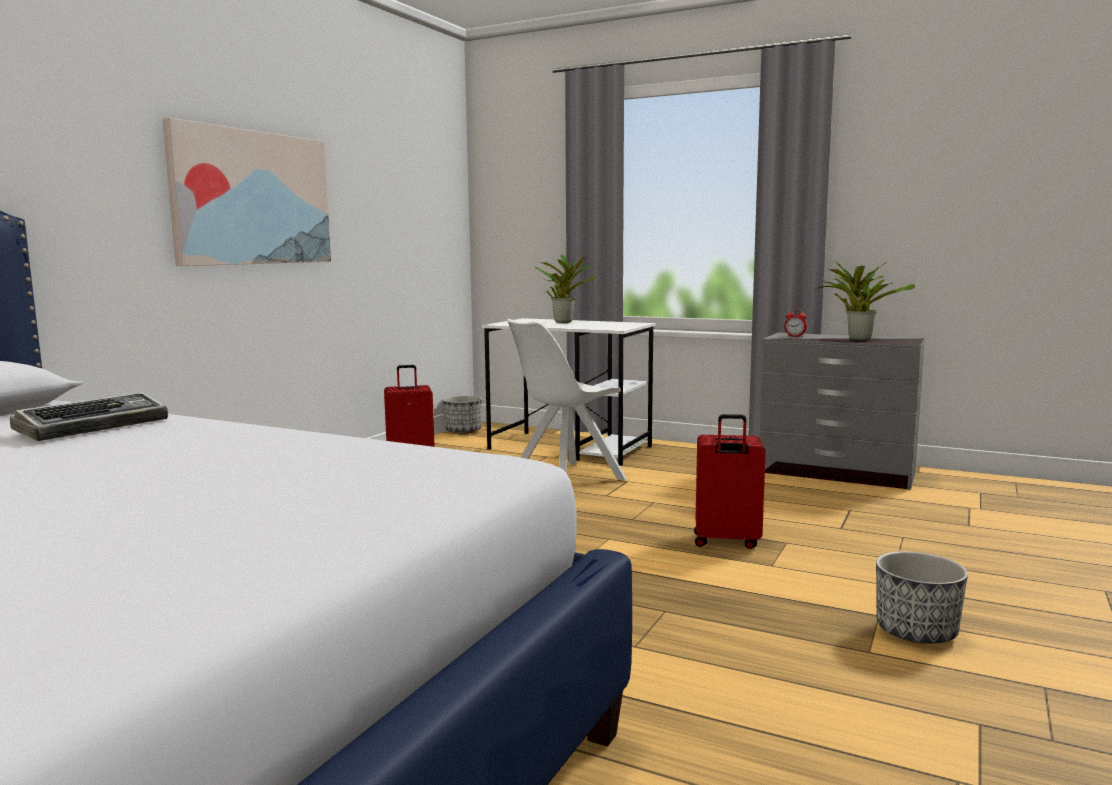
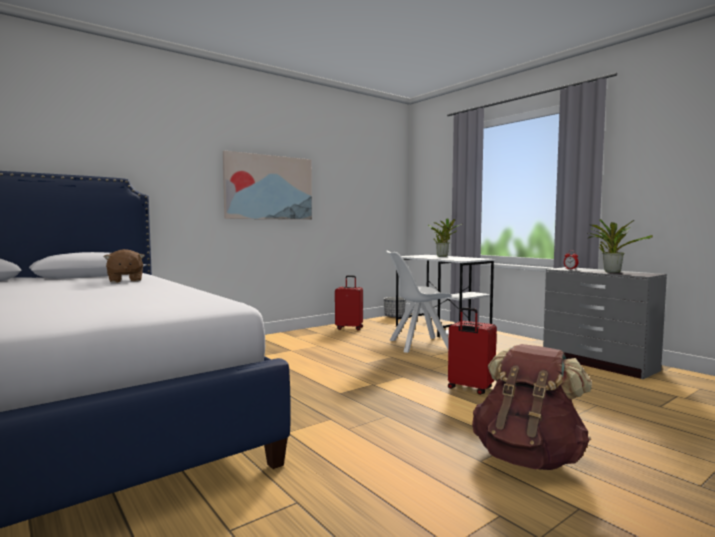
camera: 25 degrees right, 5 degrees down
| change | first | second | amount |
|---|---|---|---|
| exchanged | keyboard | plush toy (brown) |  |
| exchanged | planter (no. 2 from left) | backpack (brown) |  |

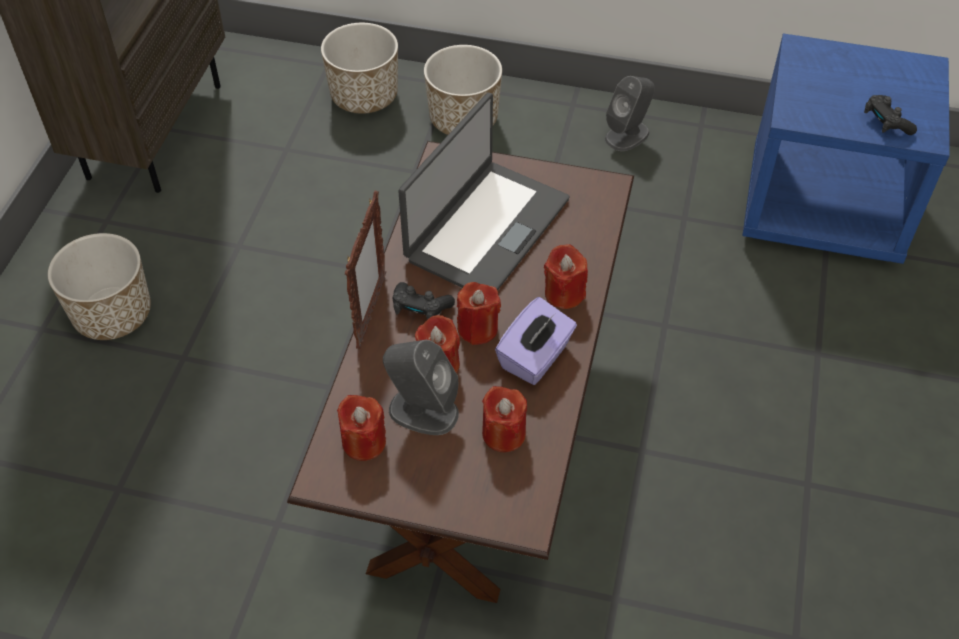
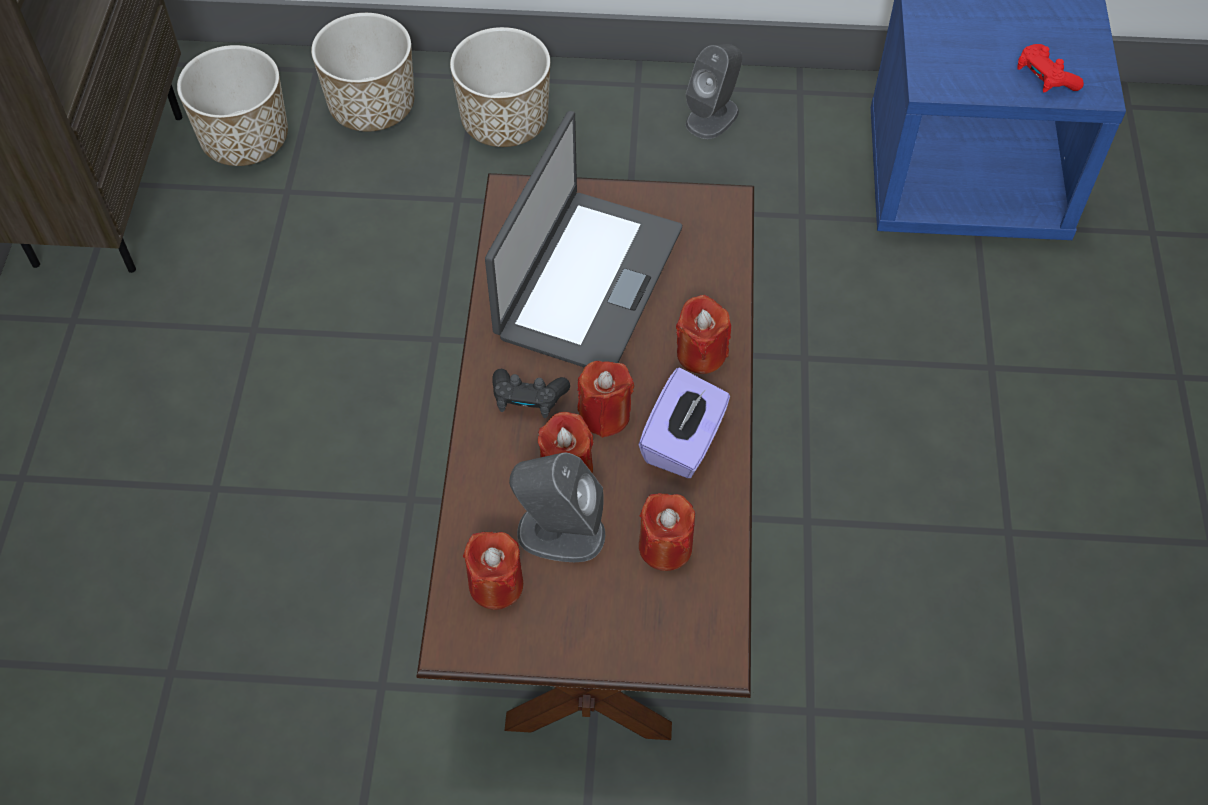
camera: 10 degrees left, 5 degrees up
| change | first | second | amount |
|---|---|---|---|
| relocated | planter (no. 1 from left) |  |  |
| missing | picture frame |  |  |
| colour | game controller (black) (no. 2 from left) | game controller (red) |  |

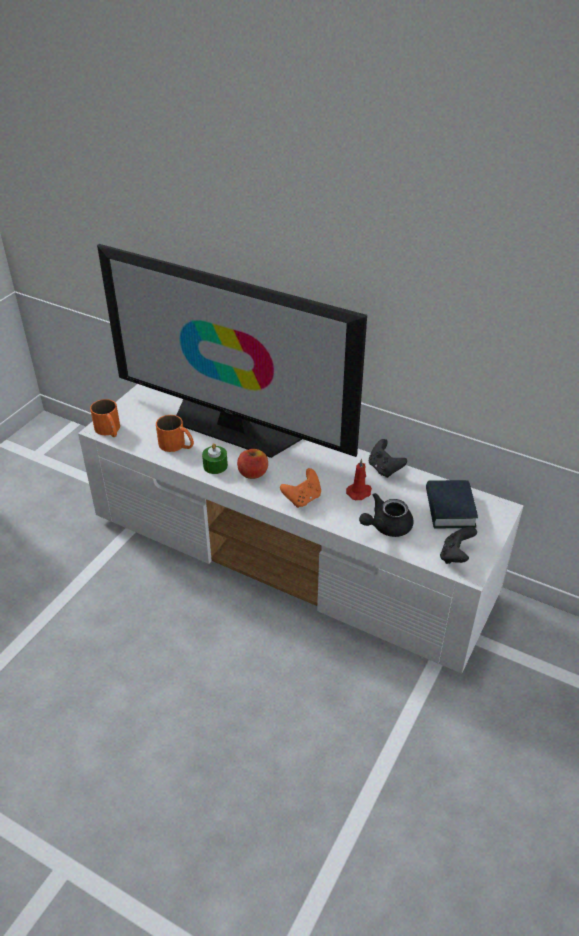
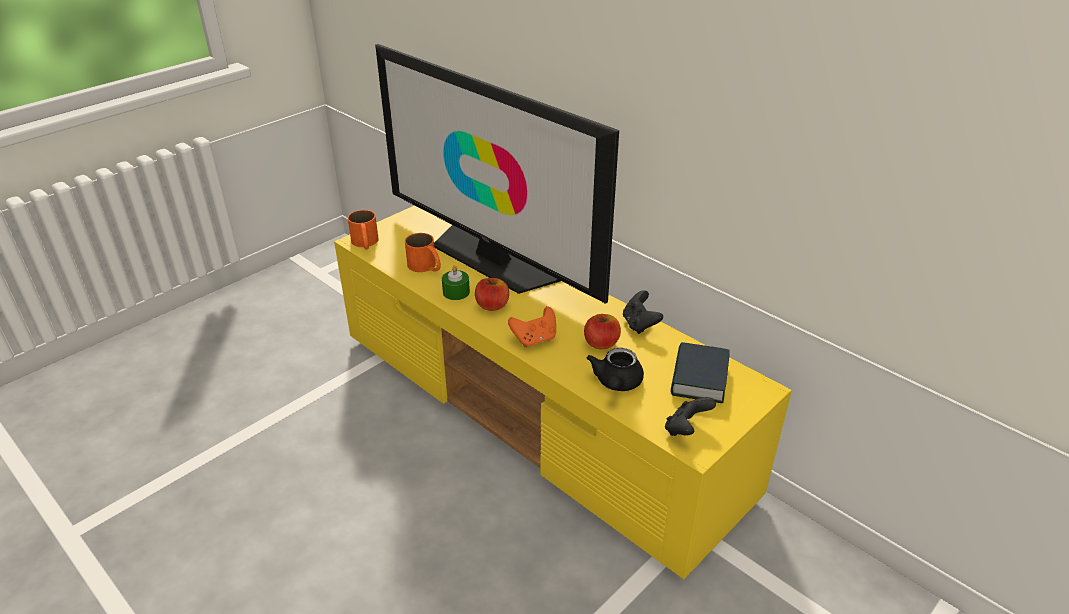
camera: 15 degrees right, 5 degrees down
| change | first | second | amount |
|---|---|---|---|
| colour | tv stand (white) | tv stand (yellow) |  |
| exchanged | candle (red) | apple (no. 2 from left) |  |
| spun | teapot (black) |  | 60 degrees counterclockwise |

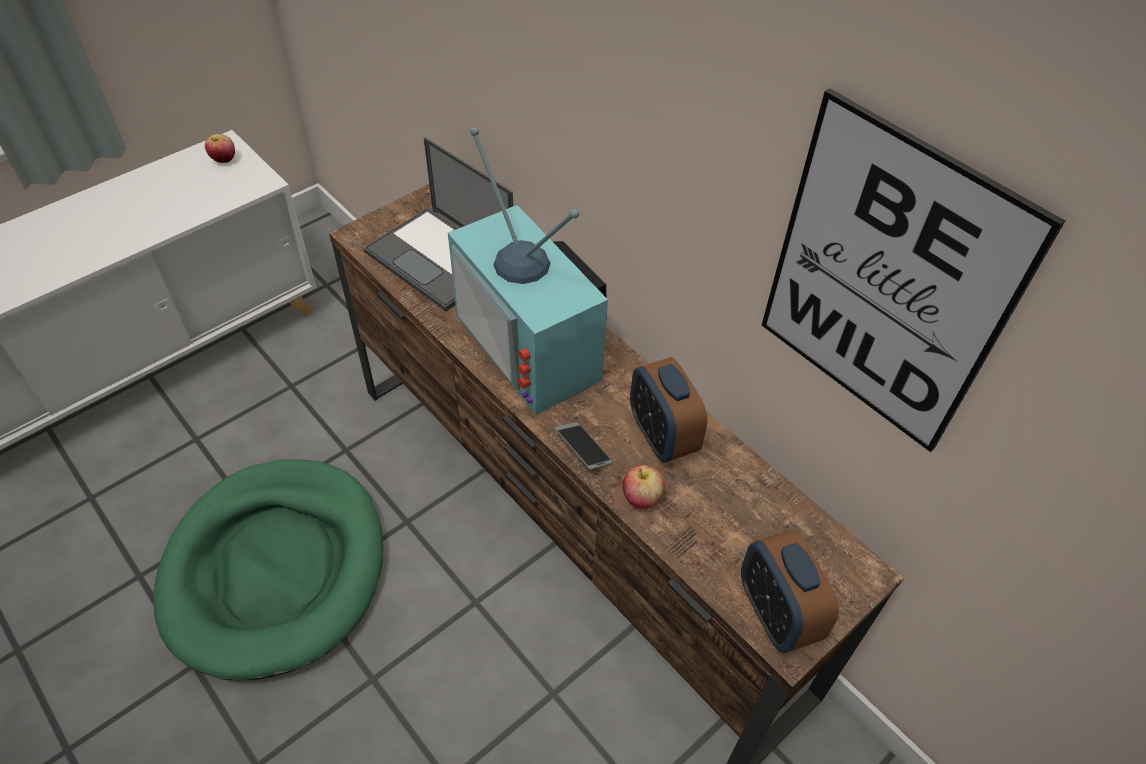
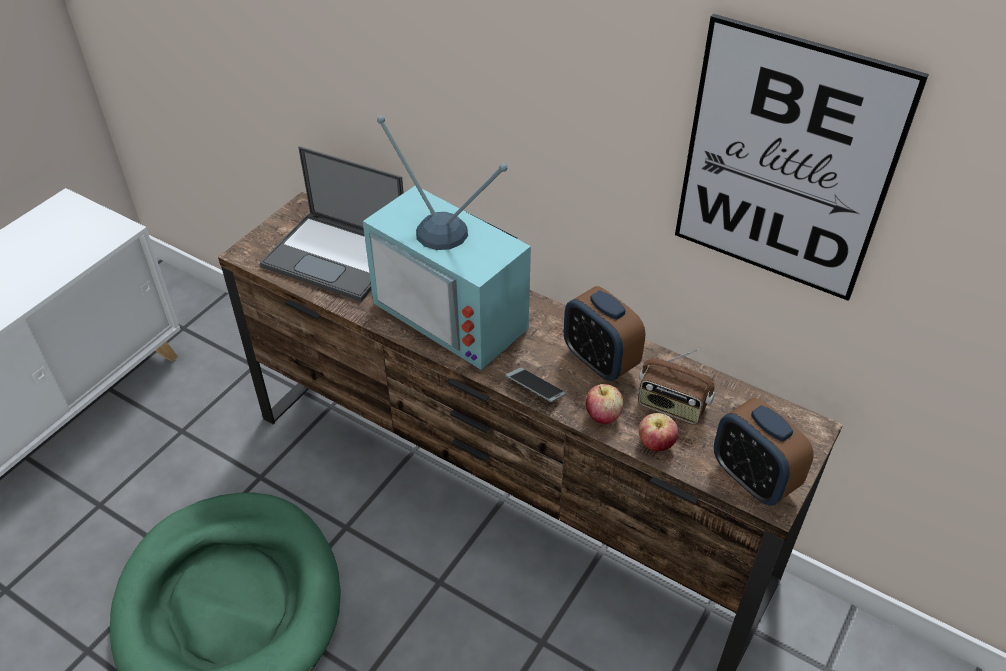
camera: 15 degrees left, 5 degrees down
| change | first | second | amount |
|---|---|---|---|
| relocated | apple (no. 1 from left in the first image) | apple (no. 2 from left) |  |
| appeared |  | radio |  |

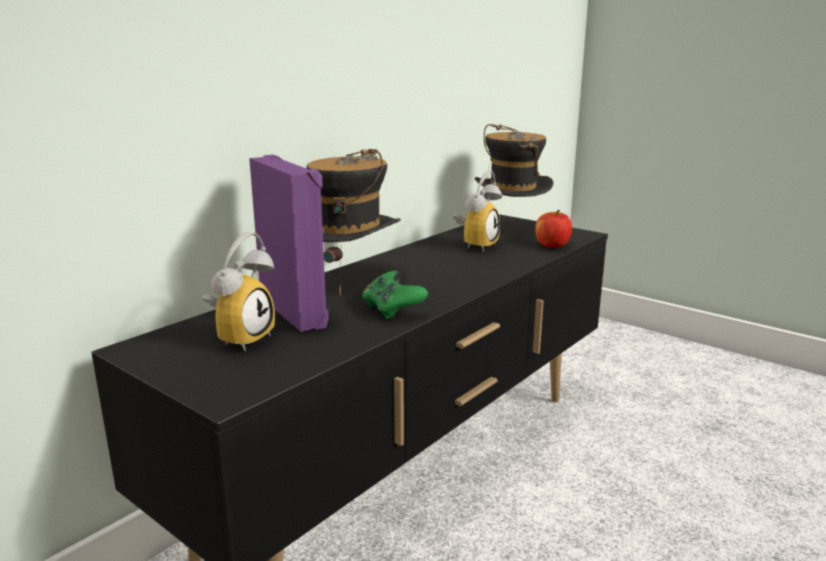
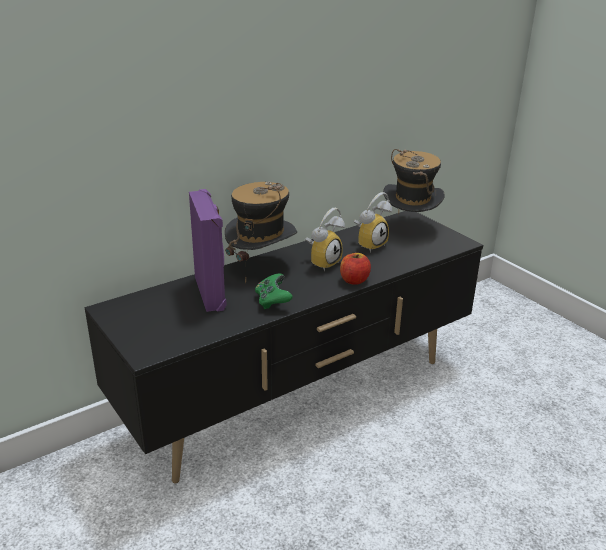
camera: 15 degrees right, 10 degrees up
| change | first | second | amount |
|---|---|---|---|
| relocated | alarm clock (no. 1 from left) |  |  |
| relocated | apple |  |  |

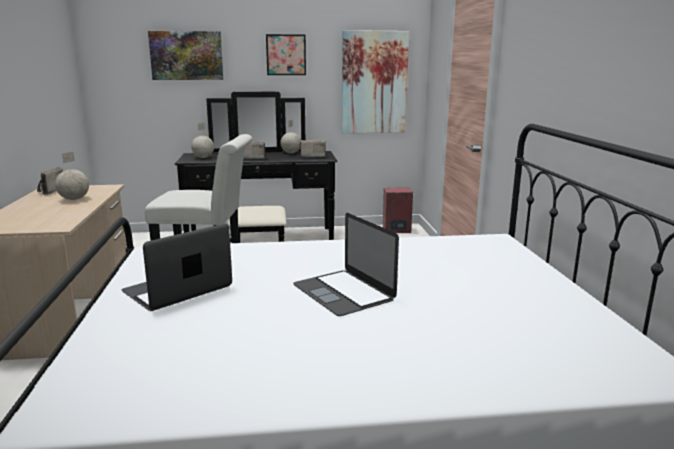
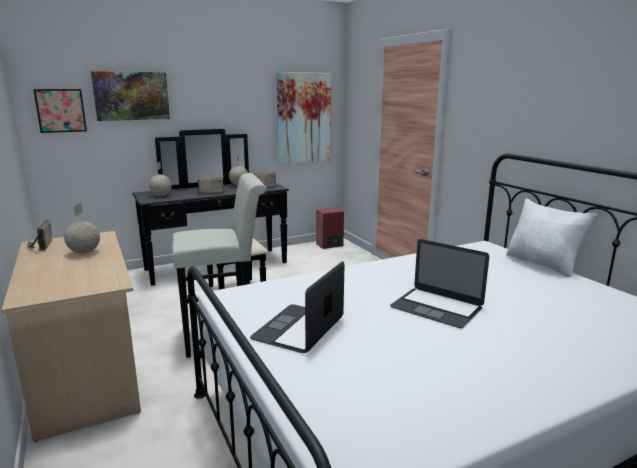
camera: 20 degrees left, 0 degrees up
| change | first | second | amount |
|---|---|---|---|
| relocated | picture (no. 2 from left in the first image) | picture (no. 1 from left) |  |
| appeared |  | pillow (white) |  |

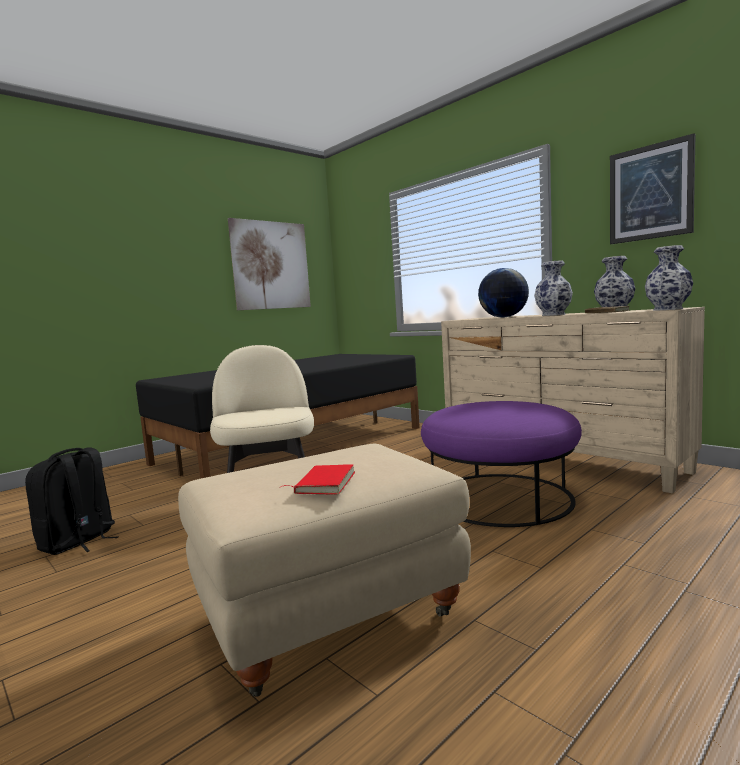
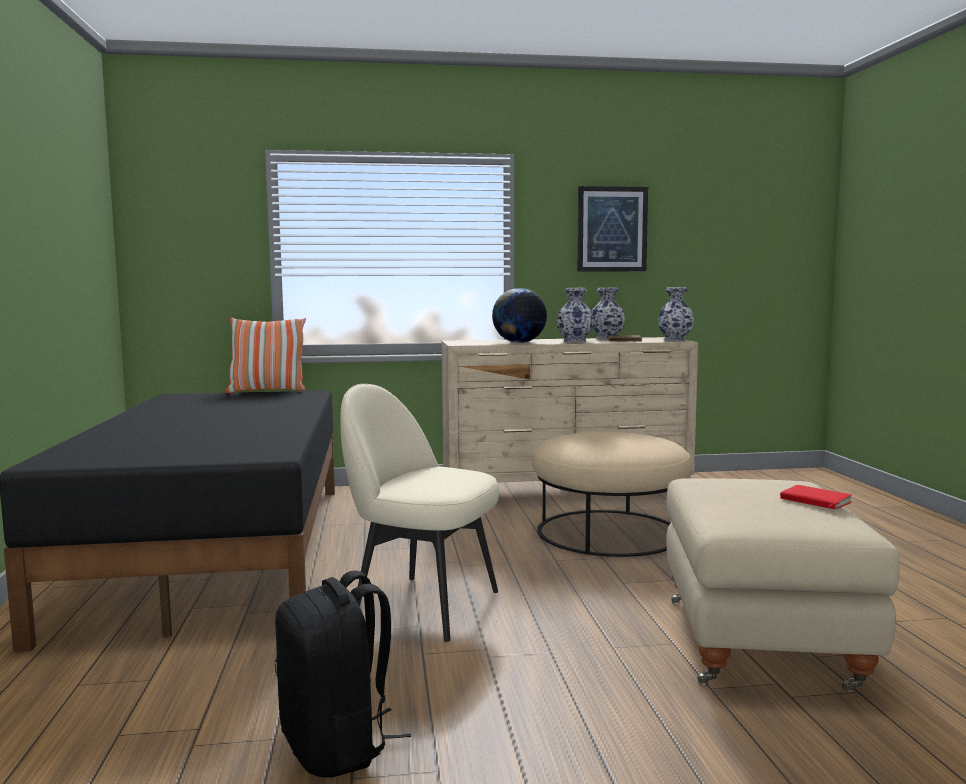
camera: 55 degrees left, 0 degrees up
| change | first | second | amount |
|---|---|---|---|
| missing | picture (no. 1 from left) |  |  |
| colour | ottoman (purple) | ottoman (beige) (no. 1 from left) |  |
| appeared |  | pillow |  |

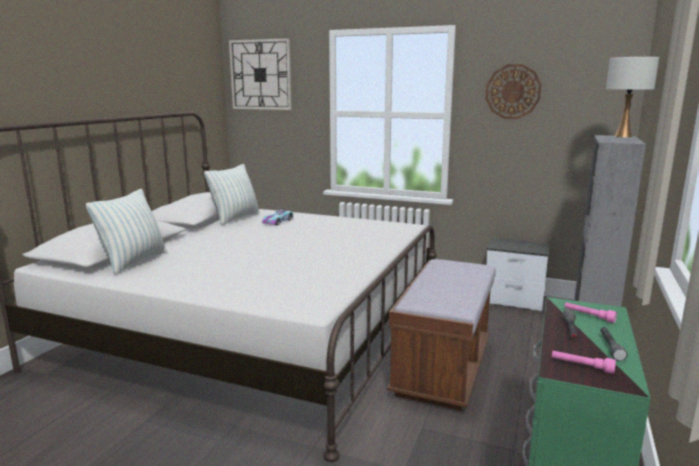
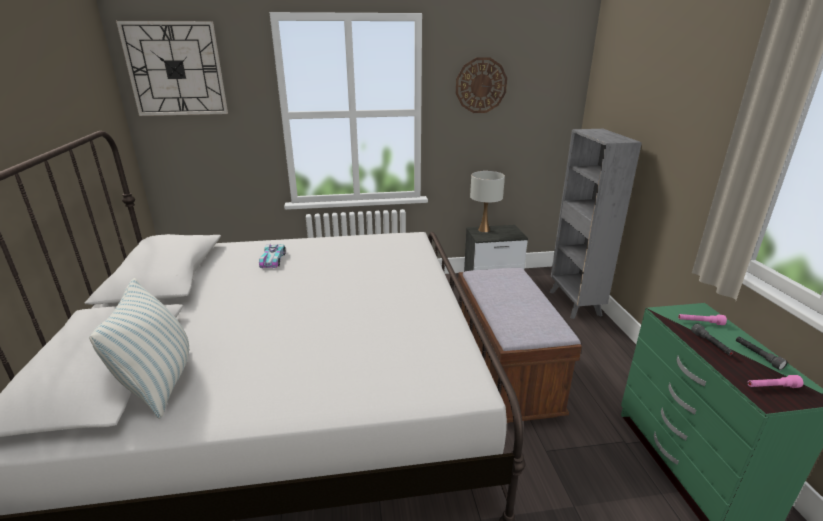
camera: 30 degrees left, 10 degrees up
| change | first | second | amount |
|---|---|---|---|
| missing | pillow (no. 2 from left) |  |  |
| relocated | table lamp (white) |  |  |

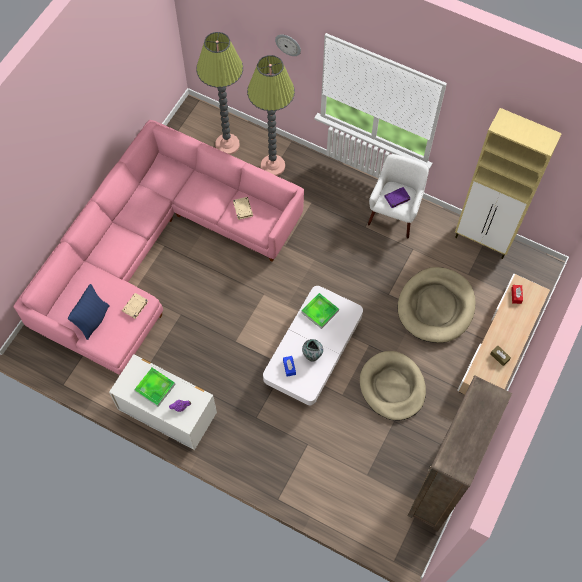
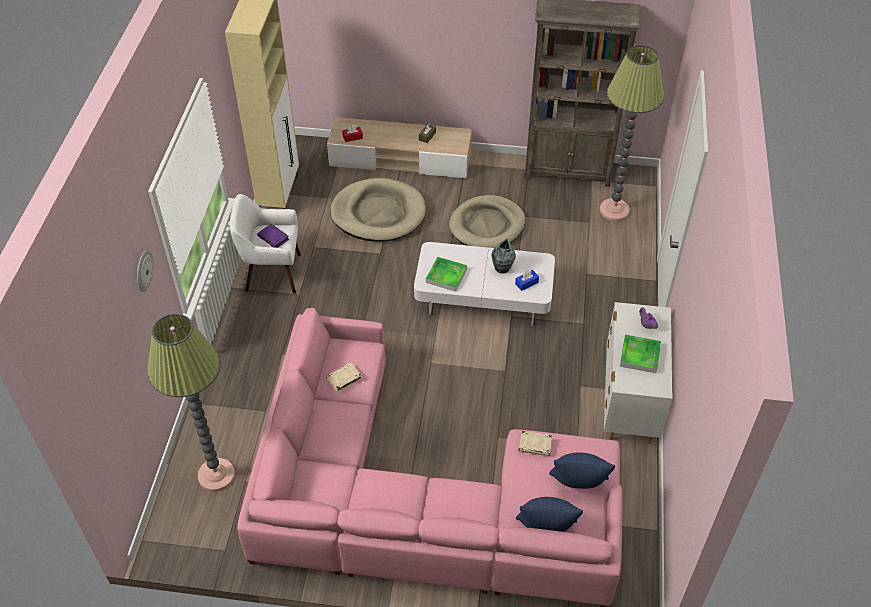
camera: 110 degrees left, 15 degrees down
| change | first | second | amount |
|---|---|---|---|
| relocated | floor lamp (no. 2 from left) |  |  |
| appeared |  | pillow (blue) (no. 1 from left) |  |

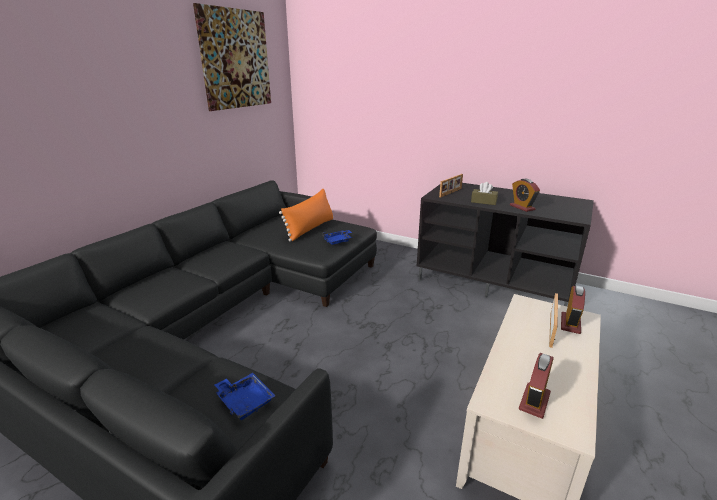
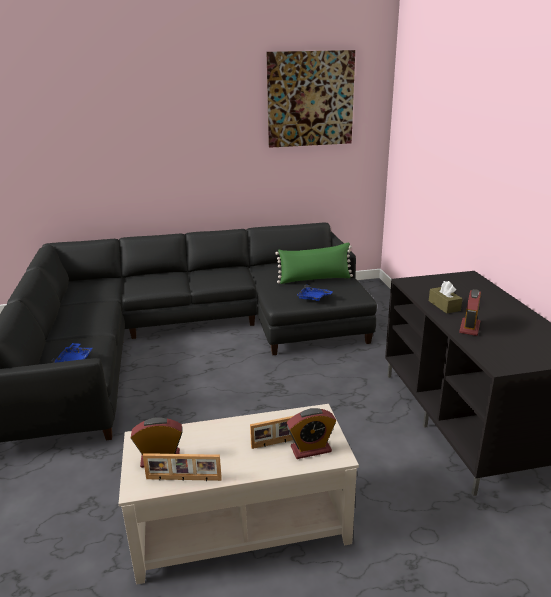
camera: 50 degrees right, 0 degrees up
| change | first | second | amount |
|---|---|---|---|
| colour | pillow (orange) | pillow (green) |  |
| relocated | picture frame (no. 1 from left) |  |  |

